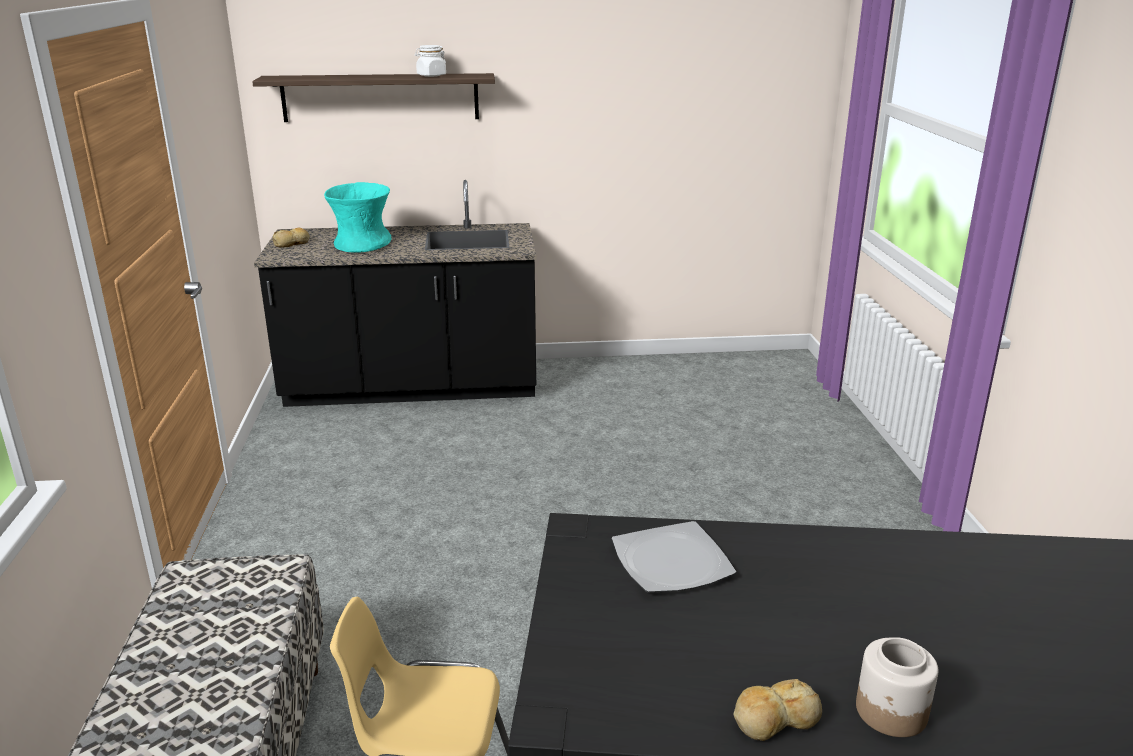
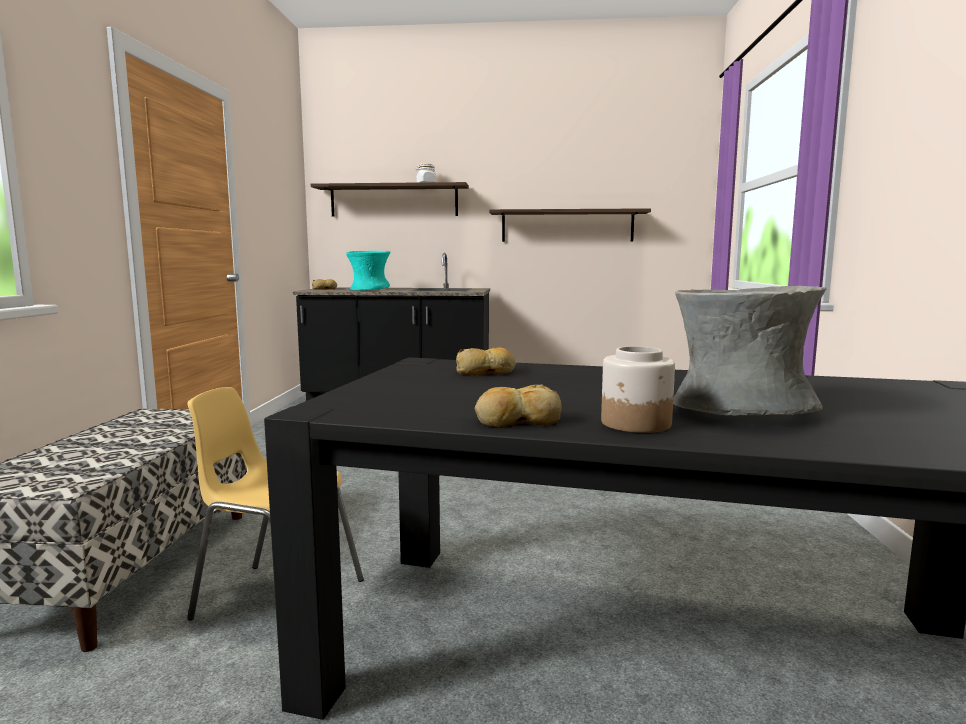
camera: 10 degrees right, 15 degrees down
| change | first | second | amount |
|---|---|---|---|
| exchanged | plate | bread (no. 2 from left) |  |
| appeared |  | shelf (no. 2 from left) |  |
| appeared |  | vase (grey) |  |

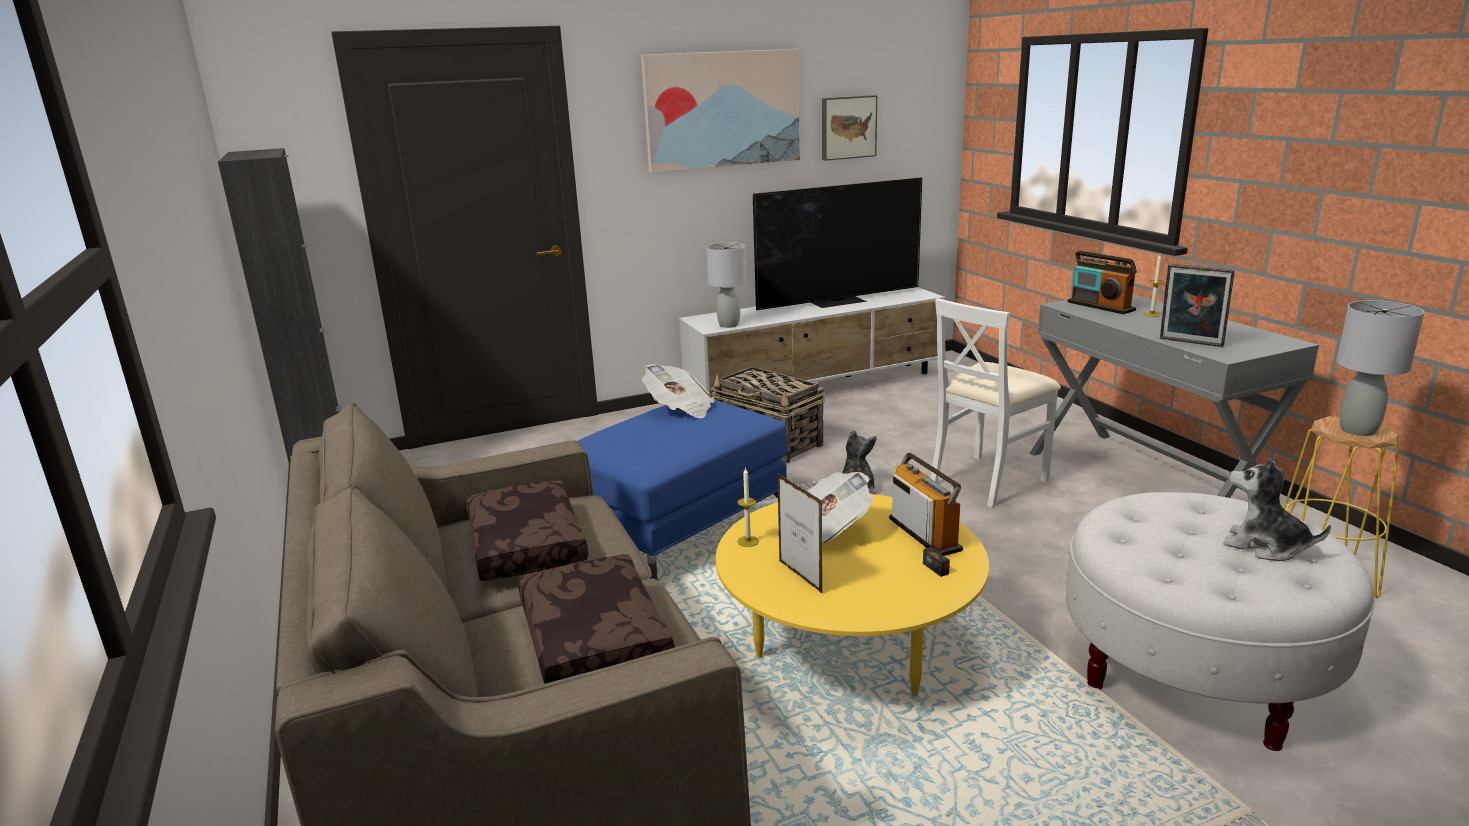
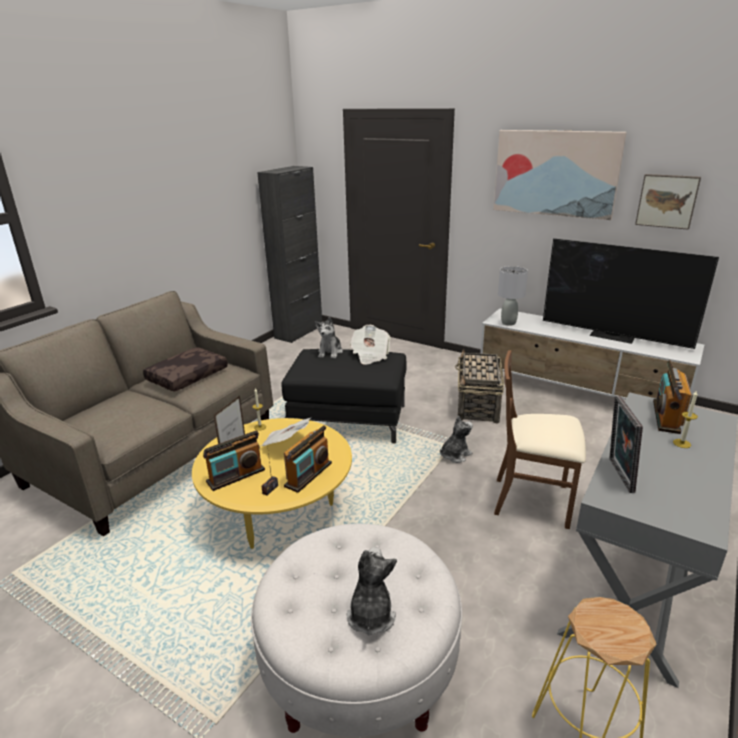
camera: 55 degrees right, 5 degrees up
| change | first | second | amount |
|---|---|---|---|
| missing | pillow (brown) (no. 2 from left) |  |  |
| colour | ottoman (blue) | ottoman (black) |  |
| colour | chair (white) | chair (brown) |  |
| missing | table lamp (grey) (no. 2 from left) |  |  |
| appeared |  | radio (no. 1 from left) |  |
| appeared |  | plush toy (no. 1 from left) |  |

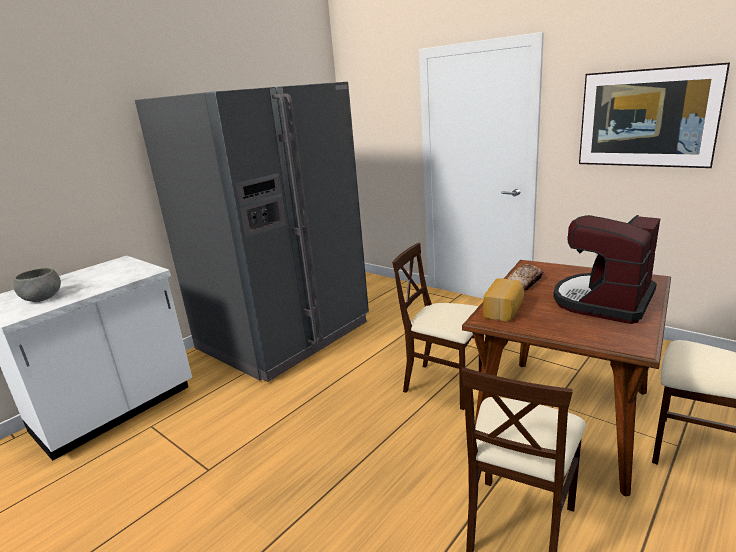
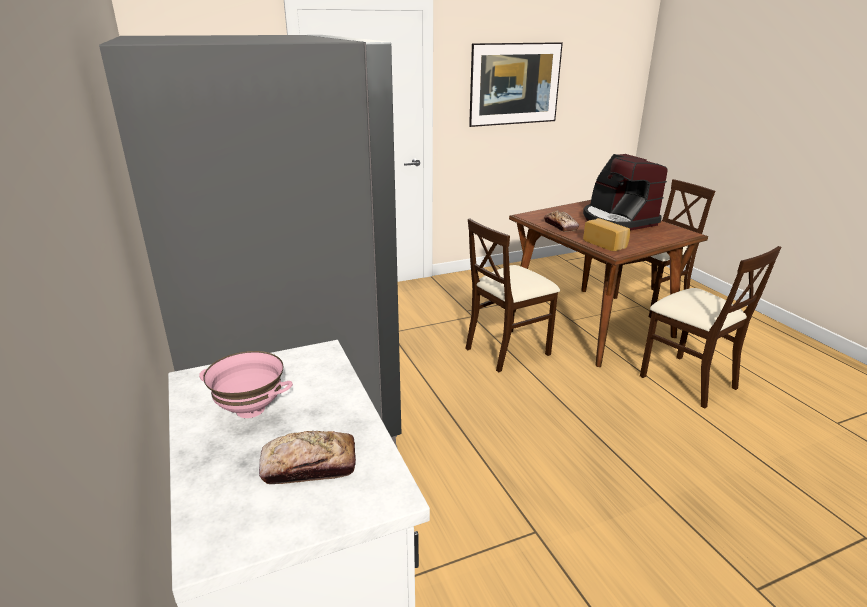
camera: 65 degrees left, 5 degrees up
| change | first | second | amount |
|---|---|---|---|
| exchanged | bowl (grey) | bread (no. 1 from left) |  |
| appeared |  | bowl (pink) |  |

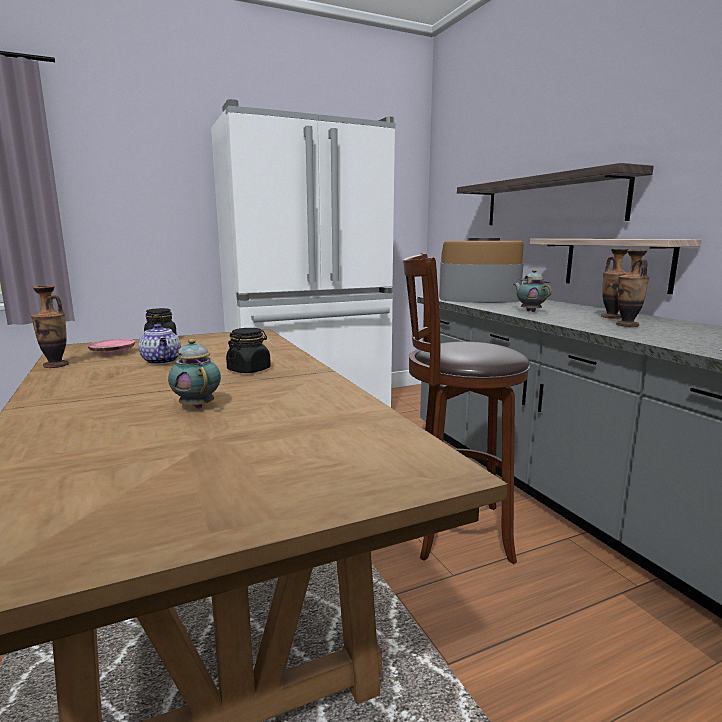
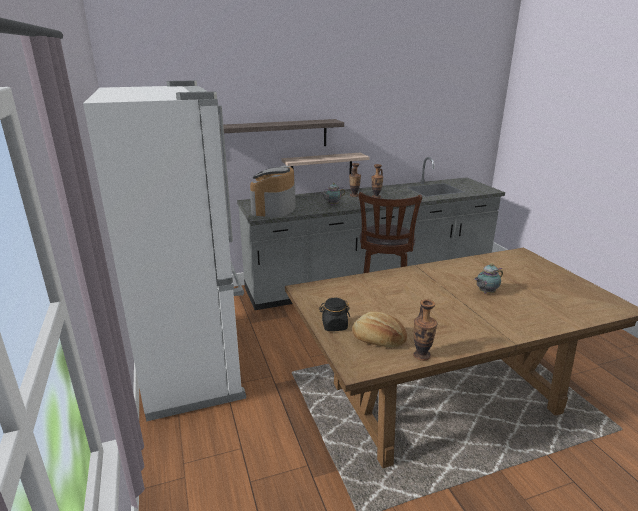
camera: 85 degrees left, 10 degrees up
| change | first | second | amount |
|---|---|---|---|
| exchanged | plate (pink) | bread |  |
| missing | teapot (no. 1 from left) |  |  |
| missing | jar (black) (no. 2 from left) |  |  |

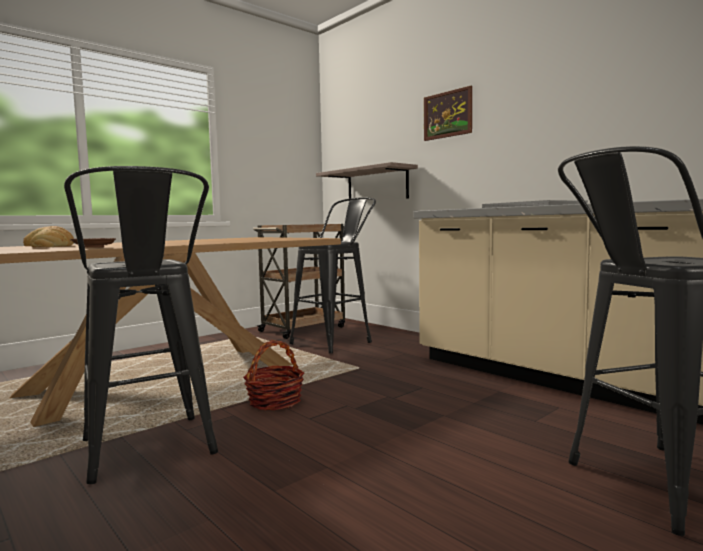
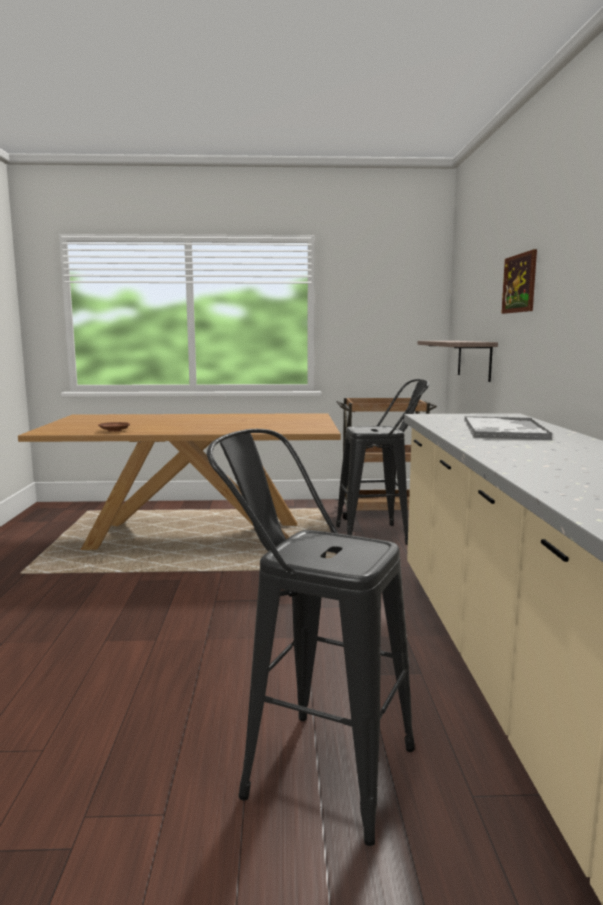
camera: 40 degrees right, 5 degrees up
| change | first | second | amount |
|---|---|---|---|
| missing | bread |  |  |
| missing | stool (black) (no. 1 from left) |  |  |
| missing | basket |  |  |

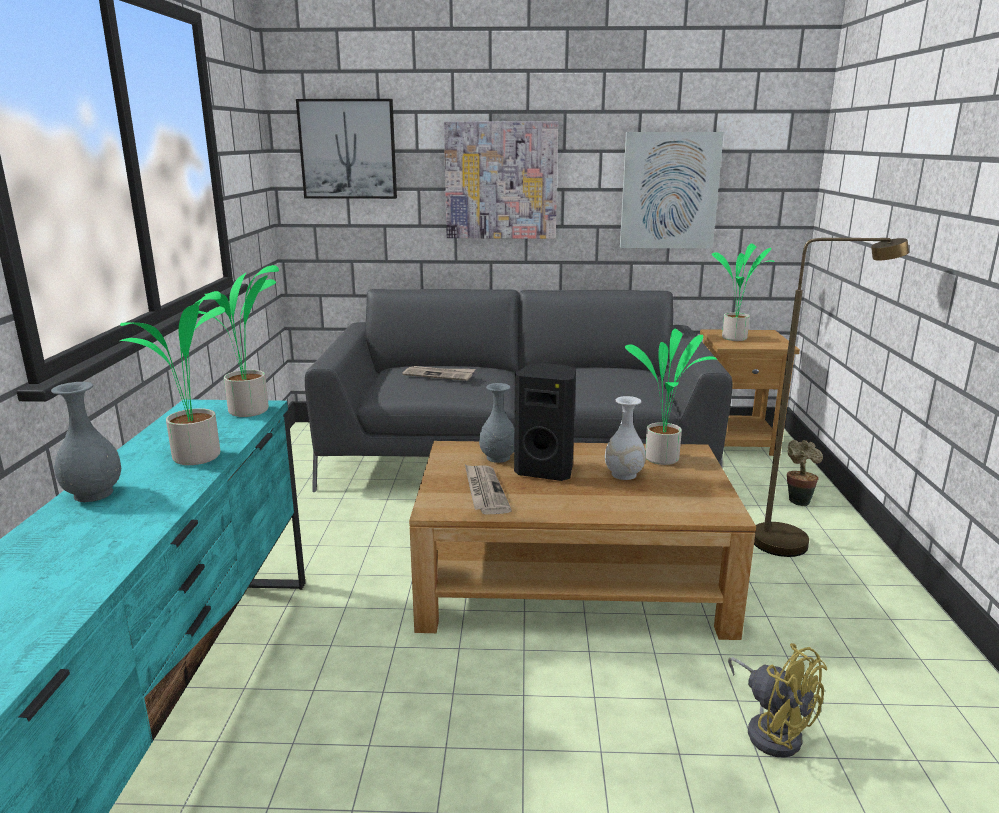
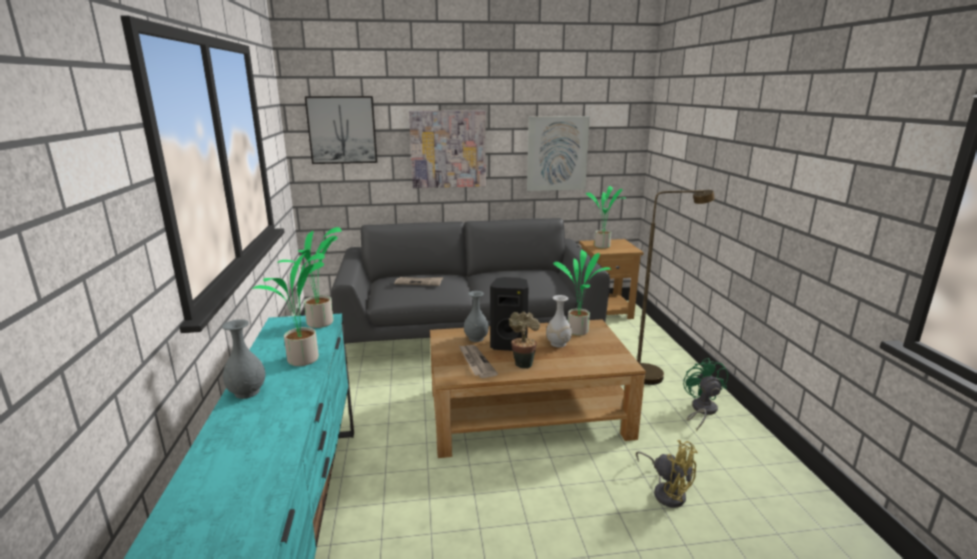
camera: 10 degrees left, 0 degrees up
| change | first | second | amount |
|---|---|---|---|
| relocated | potted plant (no. 5 from left in the first image) | potted plant (no. 3 from left) |  |
| appeared |  | fan (green) |  |

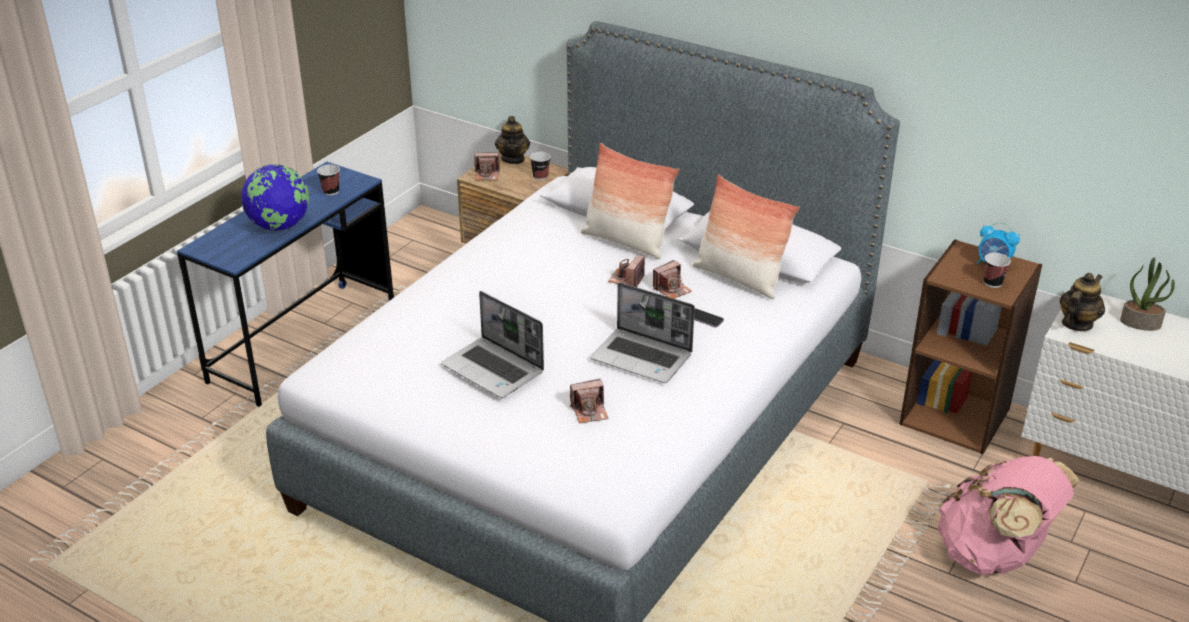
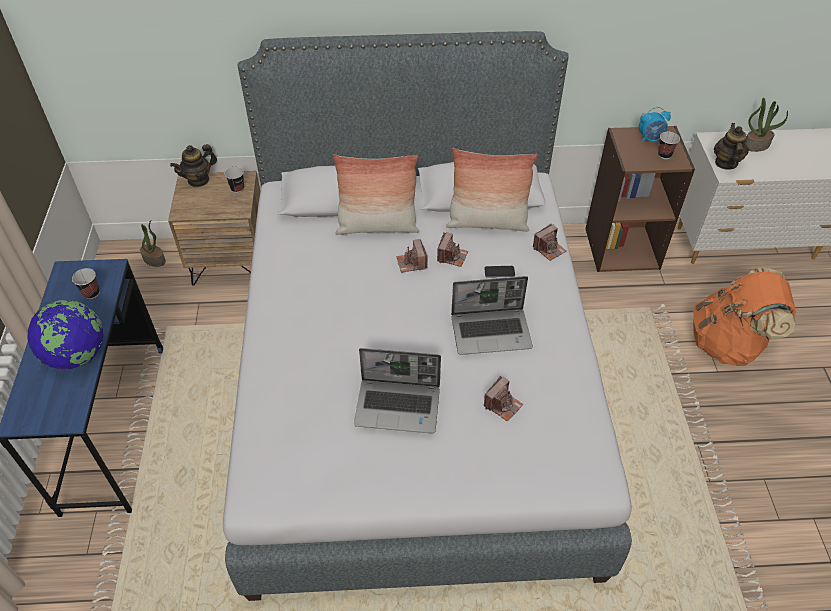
camera: 35 degrees left, 15 degrees up
| change | first | second | amount |
|---|---|---|---|
| relocated | photo camera (no. 1 from left in the first image) | photo camera (no. 4 from left) |  |
| spun | teapot (no. 1 from left) |  | 90 degrees clockwise |
| colour | backpack (pink) | backpack (orange) |  |
| appeared |  | potted plant (no. 1 from left) |  |

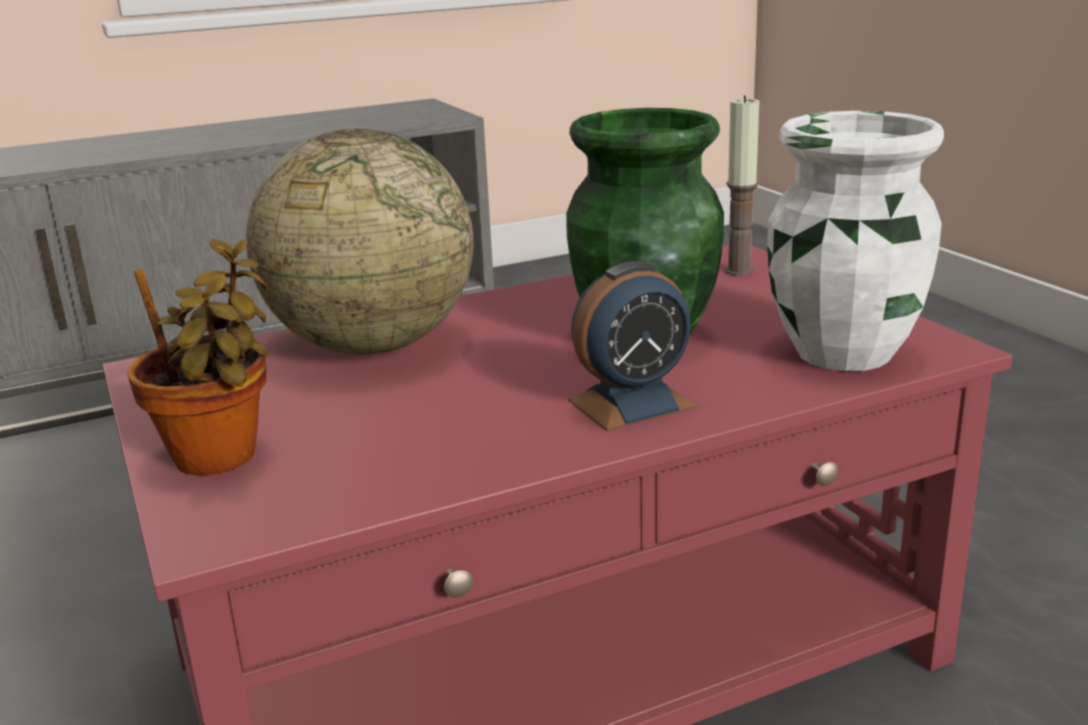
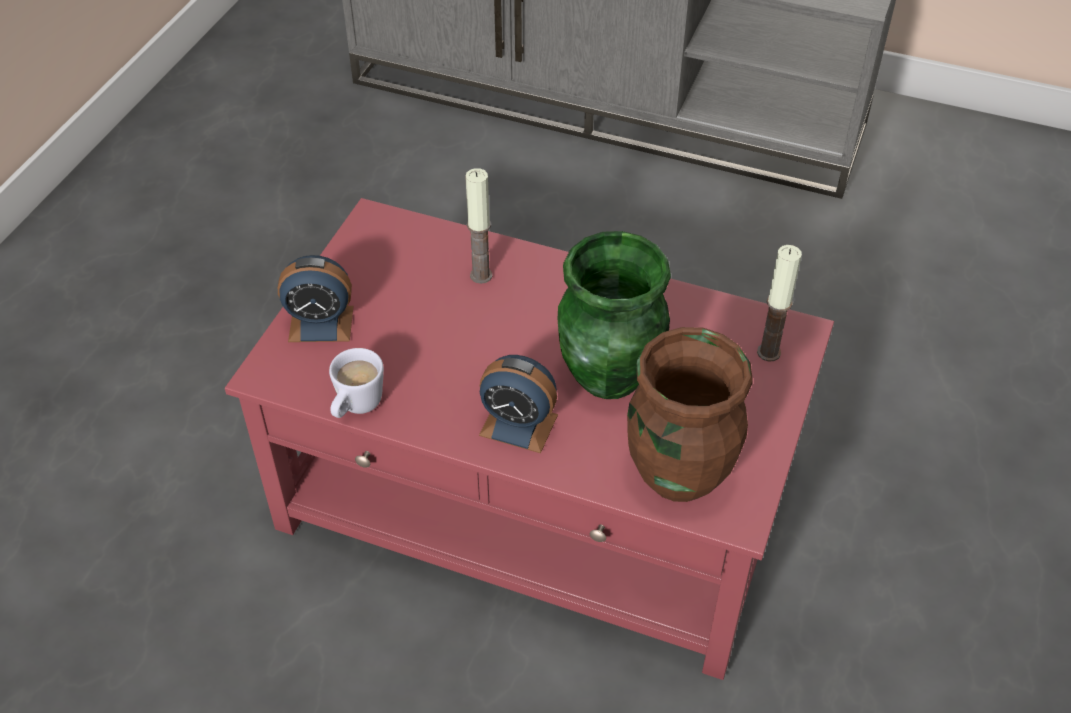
camera: 45 degrees right, 25 degrees up
| change | first | second | amount |
|---|---|---|---|
| exchanged | potted plant | alarm clock (no. 1 from left) |  |
| exchanged | globe | candle (no. 1 from left) |  |
| colour | vase (white) | vase (brown) |  |
| appeared |  | mug (white) |  |

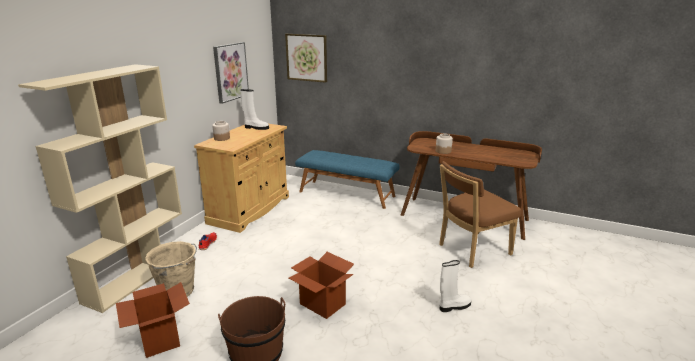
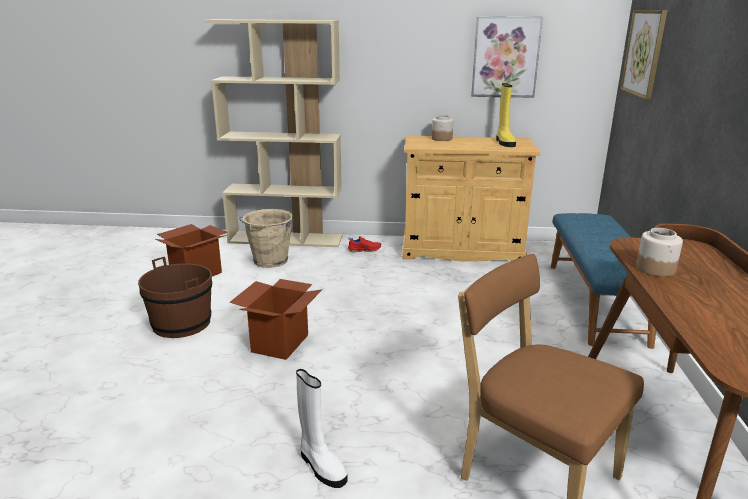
camera: 70 degrees right, 0 degrees up
| change | first | second | amount |
|---|---|---|---|
| colour | boot (white) (no. 1 from left) | boot (yellow) |  |

